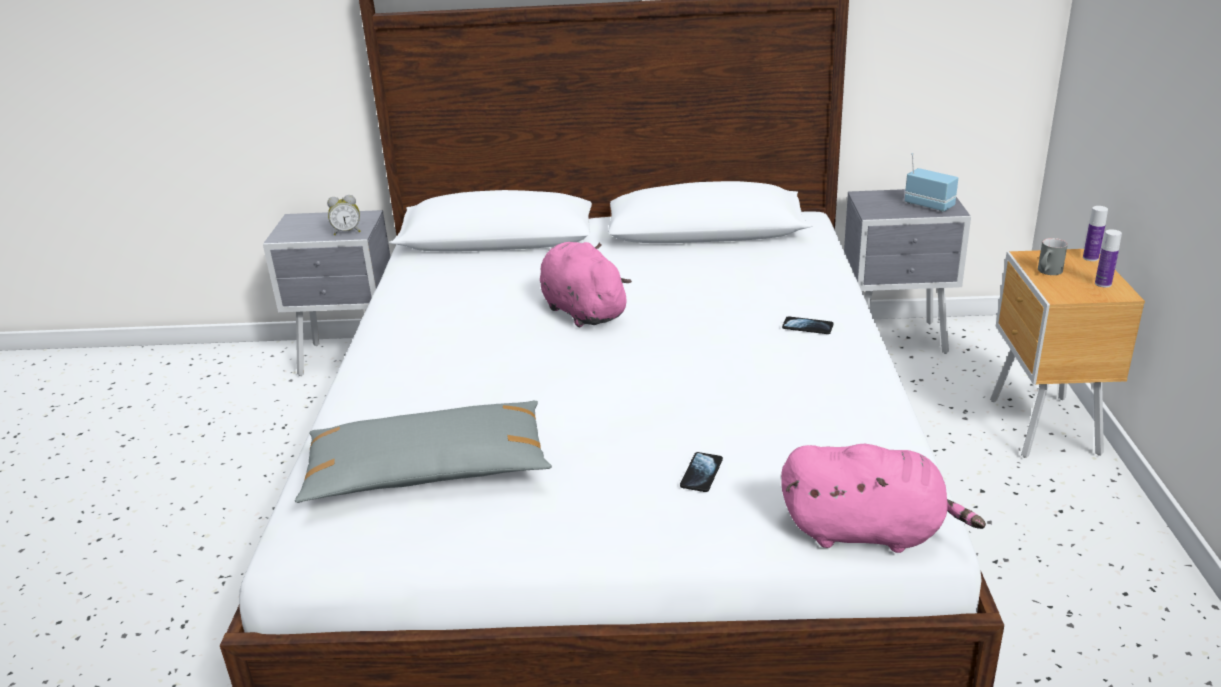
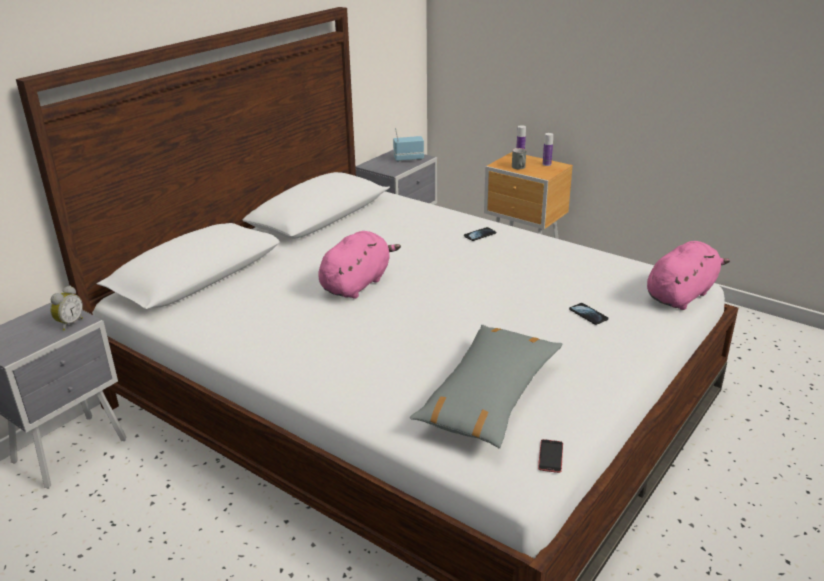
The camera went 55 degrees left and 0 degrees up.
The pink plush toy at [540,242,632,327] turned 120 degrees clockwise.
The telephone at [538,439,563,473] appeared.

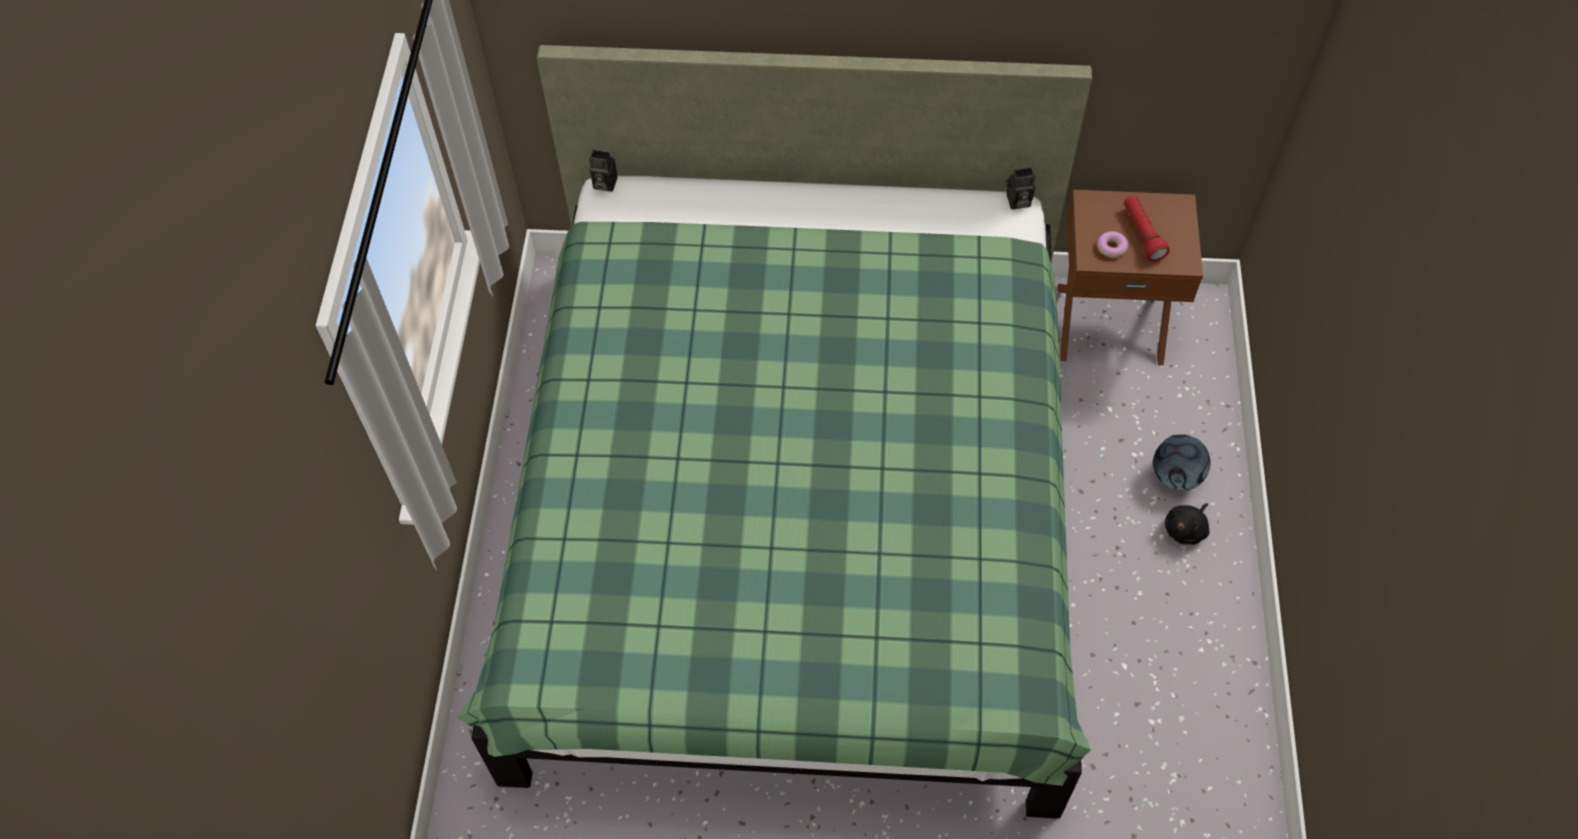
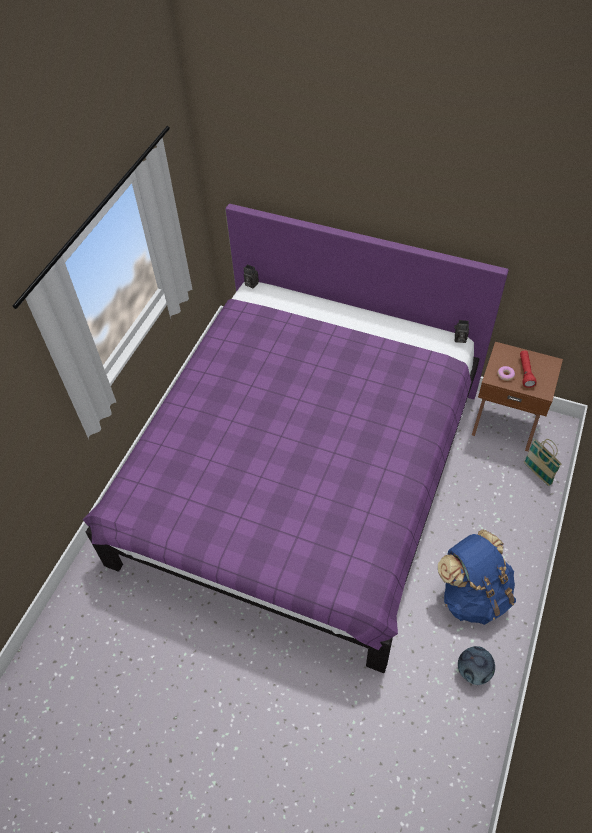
The camera went 20 degrees right and 5 degrees down.
The green bedroom bed at [457,45,1092,819] became the purple-coloured bedroom bed at [83,203,509,673].
The football ball moved from [1153,434,1211,491] to [458,646,495,685].
The black-coloured plush toy at [1165,503,1210,545] disappeared.
The storage basket at [524,439,562,486] appeared.
The blue-coloured backpack at [438,529,516,625] appeared.

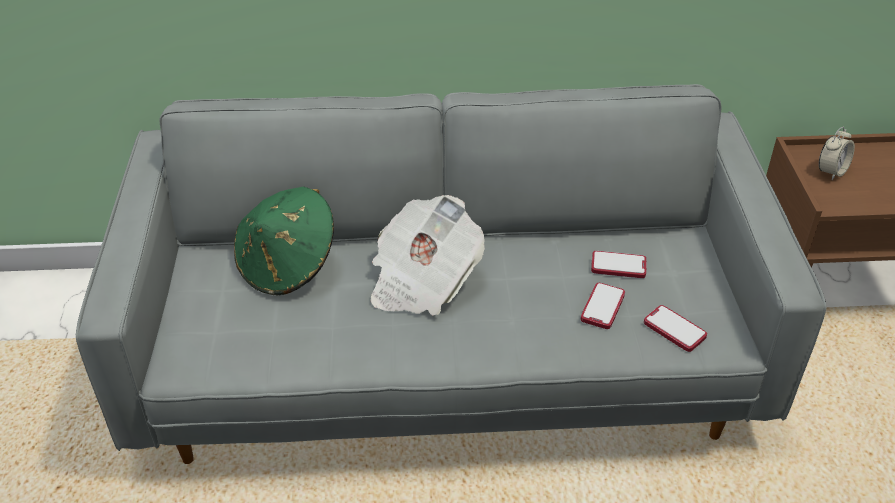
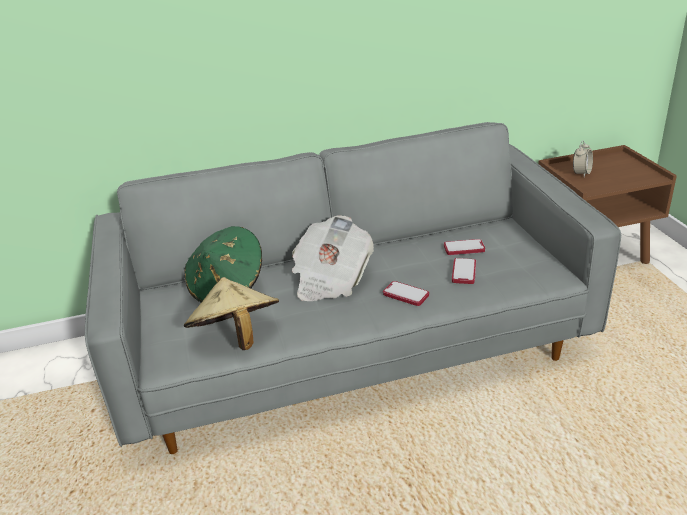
The camera went 10 degrees left and 10 degrees down.
The telephone moved from [644,305,707,352] to [383,281,429,306].
The beige wearable hat at [184,277,279,350] appeared.

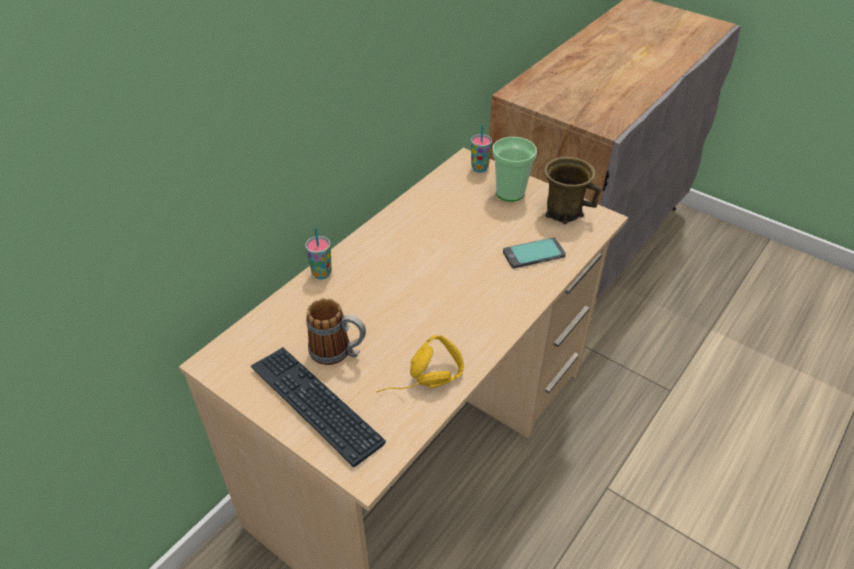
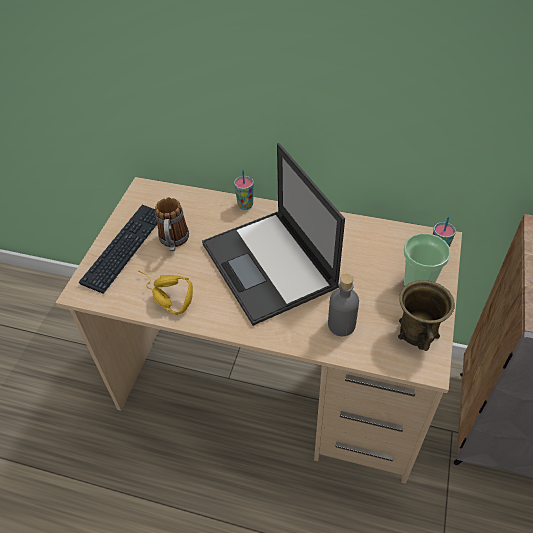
The camera went 70 degrees right and 5 degrees up.
The telephone at [503,238,566,268] was replaced by the gray beverage bottle at [328,274,359,336].
The notebook computer at [202,143,345,326] appeared.

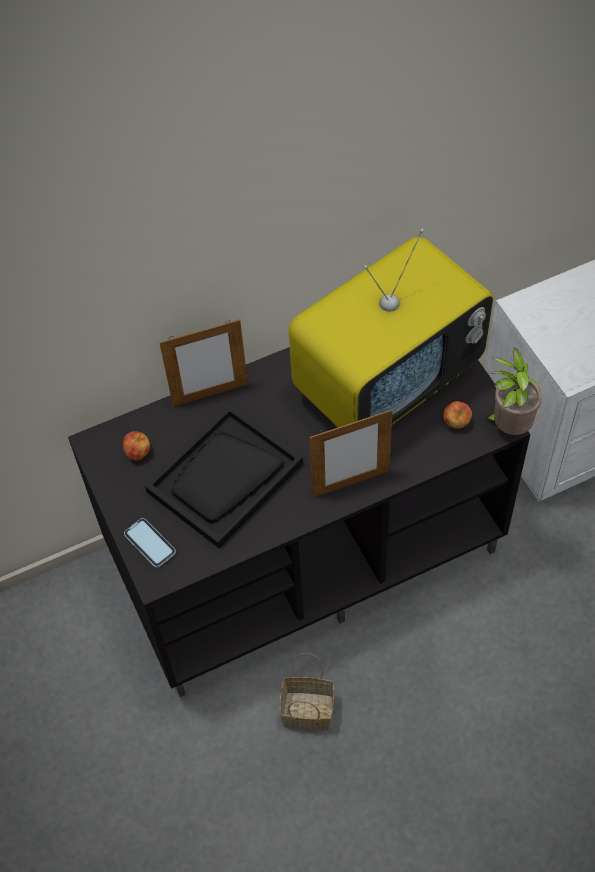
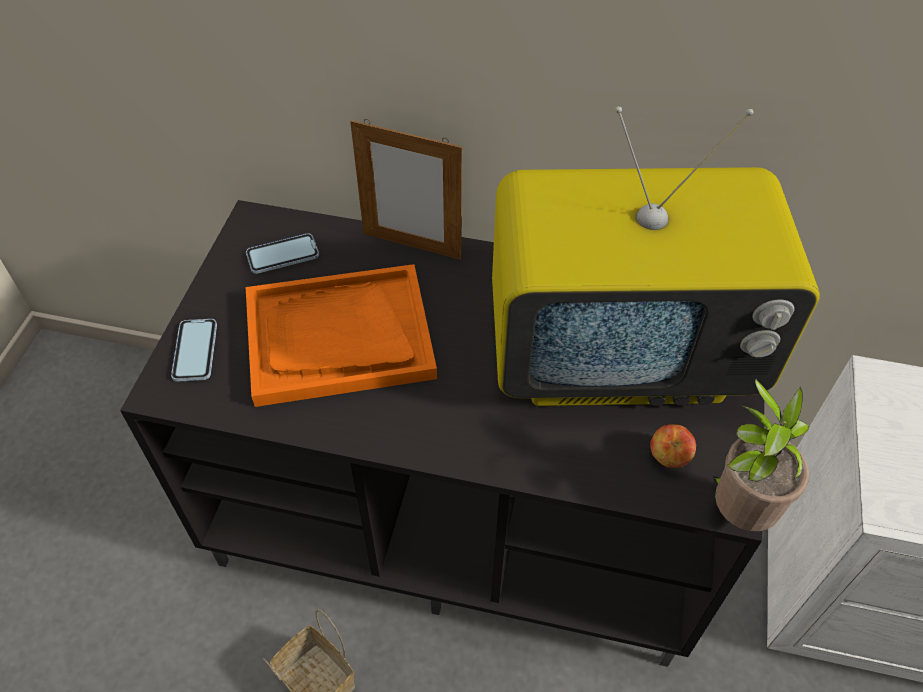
The camera went 35 degrees right and 5 degrees down.
The black-coloured carrying tray at [145,406,303,548] became the orange carrying tray at [246,264,437,407].
The standing frame at [310,409,393,497] disappeared.
The whole apple at [123,431,150,461] was replaced by the telephone at [246,234,319,274].

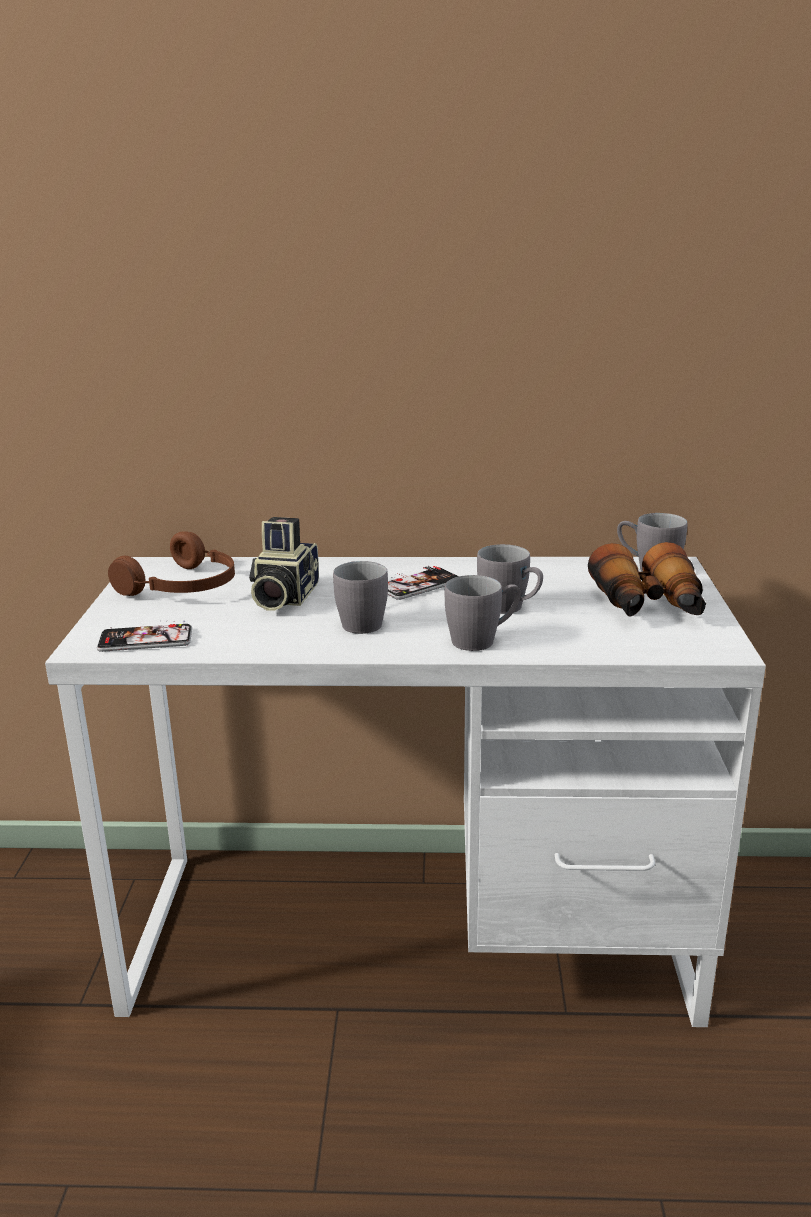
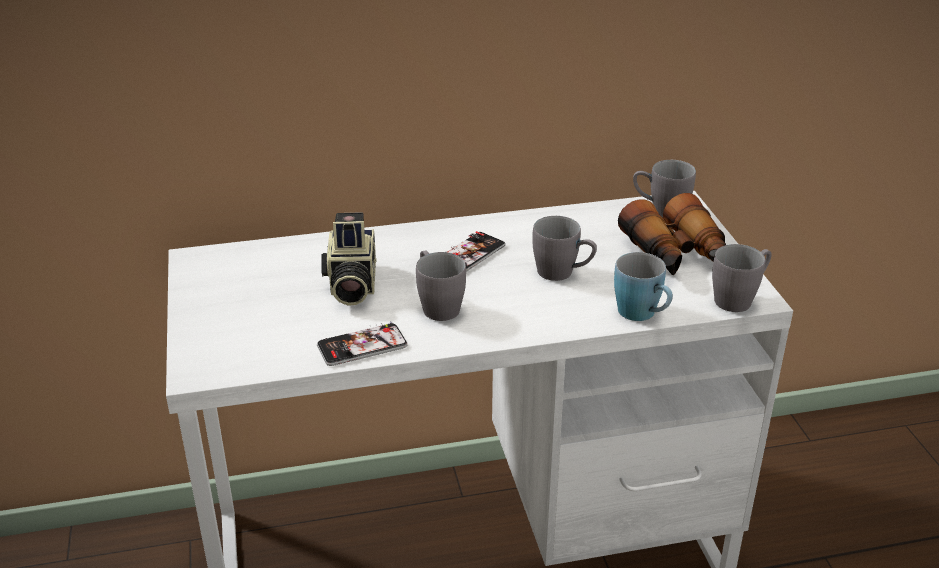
The camera went 15 degrees left and 10 degrees up.
The brownish pair of headphones at [108,531,235,596] disappeared.
The gray coffee mug moved from [445,575,521,651] to [712,244,772,312].
The telephone moved from [97,621,192,652] to [317,321,408,366].
The blue-coloured coffee mug at [614,252,673,321] appeared.

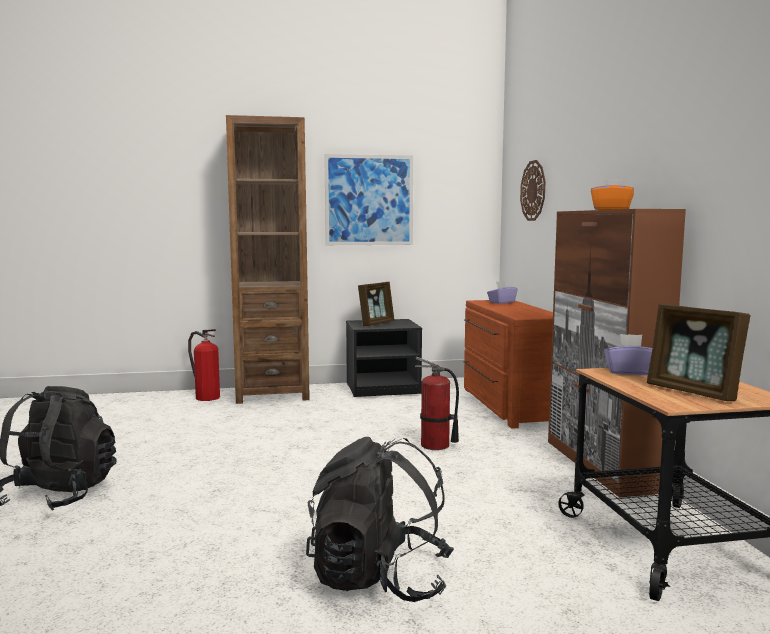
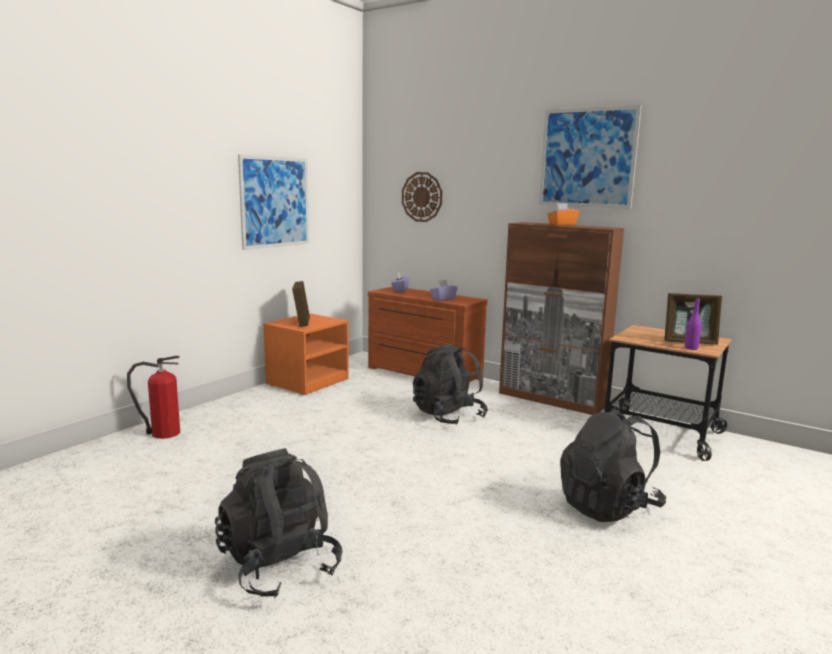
The camera went 45 degrees left and 5 degrees up.
The brownish bookcase at [226,115,310,404] disappeared.
The black-coloured nightstand at [346,319,422,397] became the orange nightstand at [263,313,349,395].
The purple-coloured tissue holder moved from [604,334,653,375] to [430,280,458,301].
The fire extinguisher at [415,356,459,450] was replaced by the black-coloured backpack at [413,344,488,424].
The picture at [539,105,642,209] appeared.
The purple-coloured beverage bottle at [685,298,702,350] appeared.

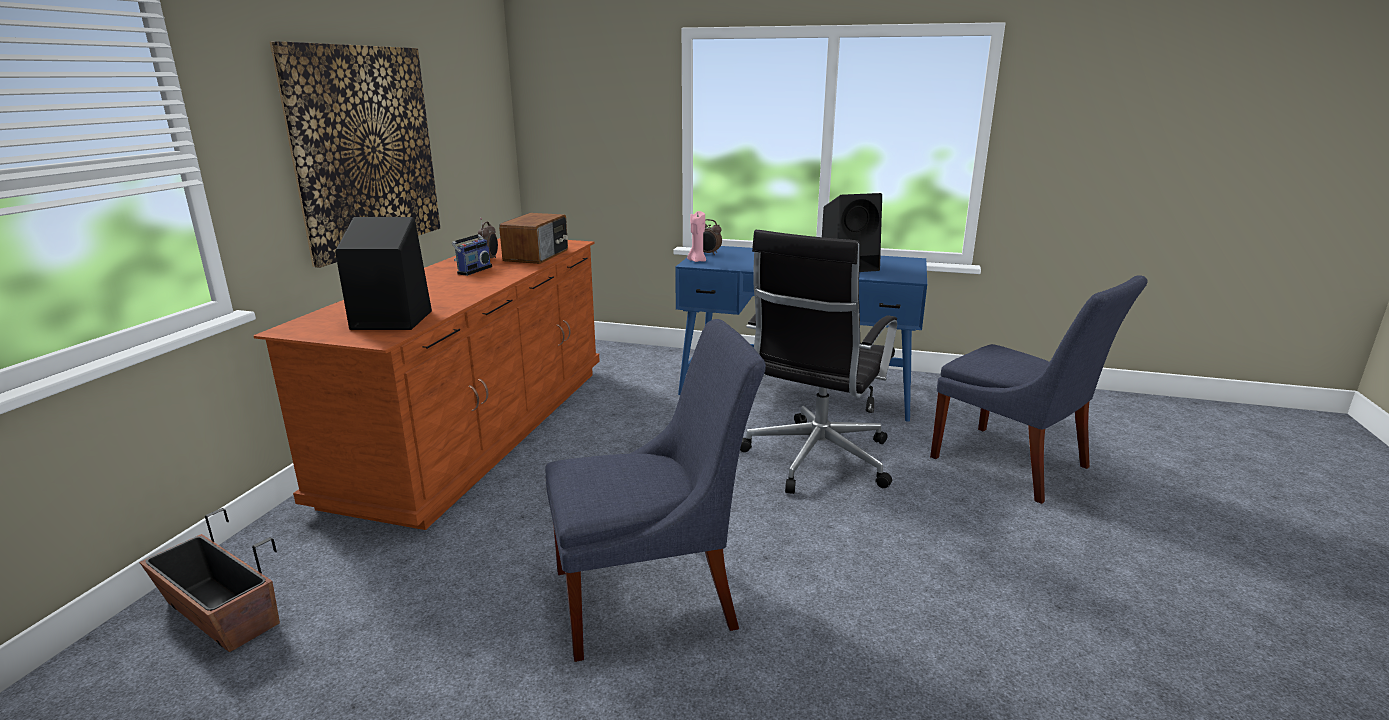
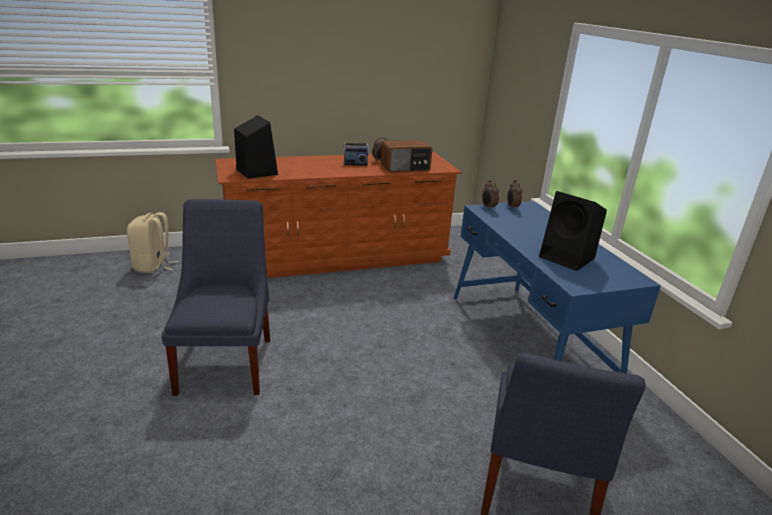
The camera went 55 degrees right and 5 degrees up.
The picture at [270,41,440,268] disappeared.
The pink wax light at [687,211,706,262] was replaced by the table clock at [482,180,499,210].
The black-coloured desk chair at [740,230,897,494] disappeared.
The blue-coloured upright chair at [545,319,766,662] turned 135 degrees counterclockwise.
The flower pot at [139,508,280,652] was replaced by the beige backpack at [127,212,179,273].

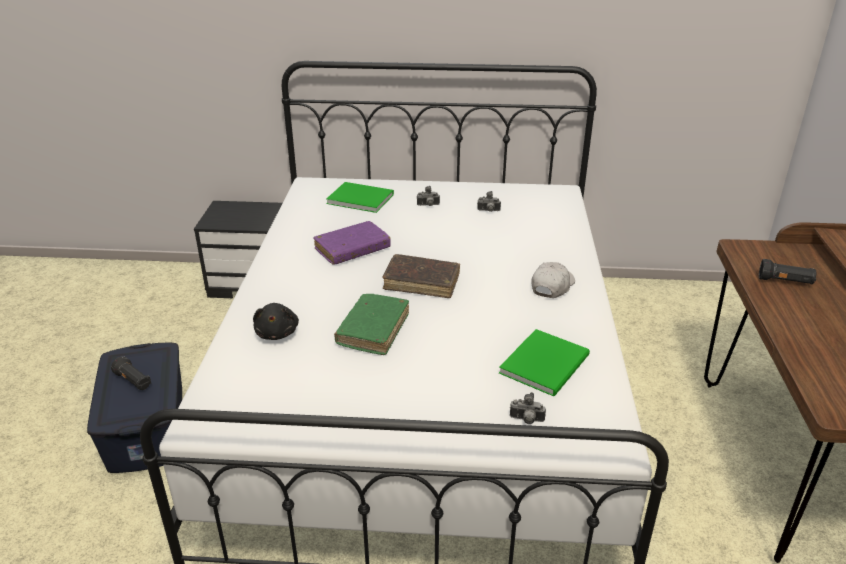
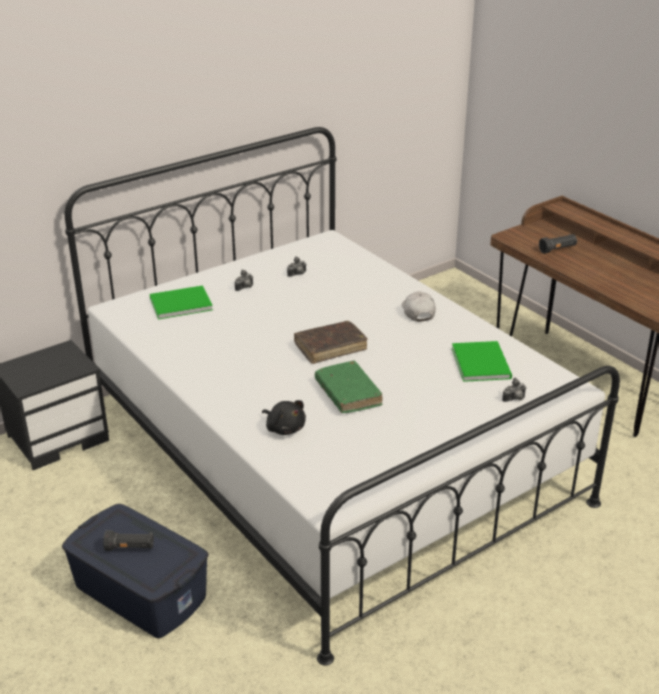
The camera went 40 degrees left and 0 degrees up.
The purple-coloured book at [313,221,391,265] disappeared.

